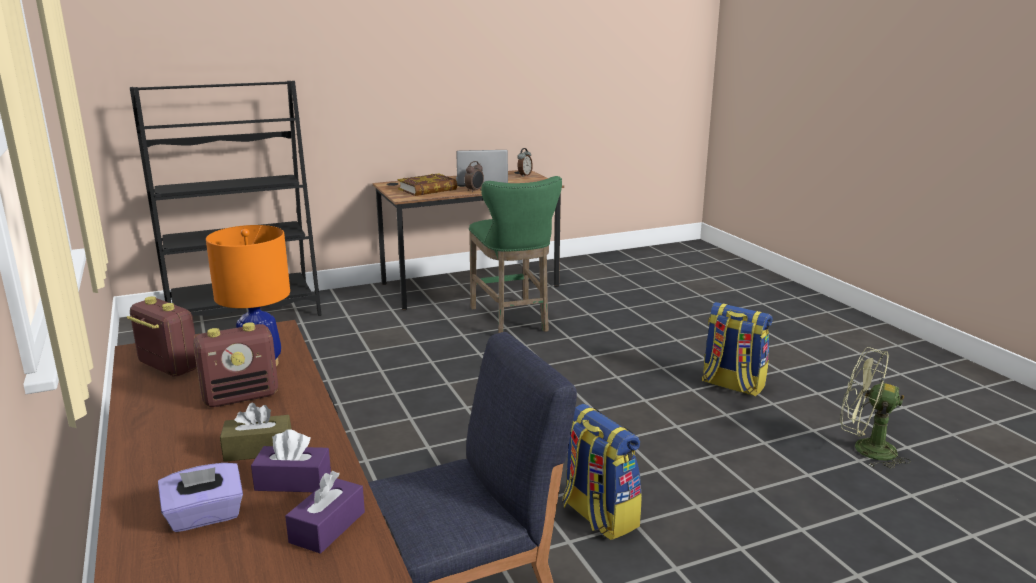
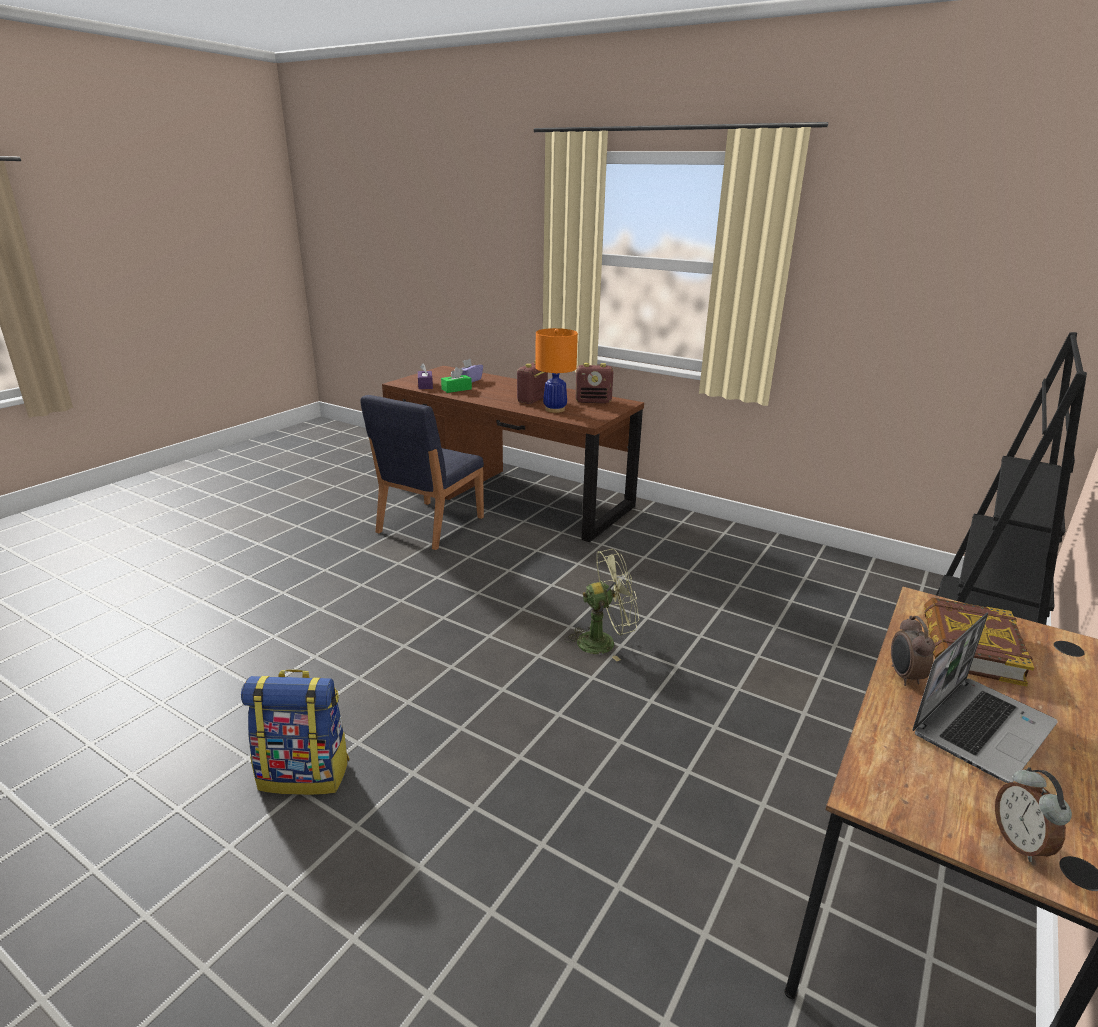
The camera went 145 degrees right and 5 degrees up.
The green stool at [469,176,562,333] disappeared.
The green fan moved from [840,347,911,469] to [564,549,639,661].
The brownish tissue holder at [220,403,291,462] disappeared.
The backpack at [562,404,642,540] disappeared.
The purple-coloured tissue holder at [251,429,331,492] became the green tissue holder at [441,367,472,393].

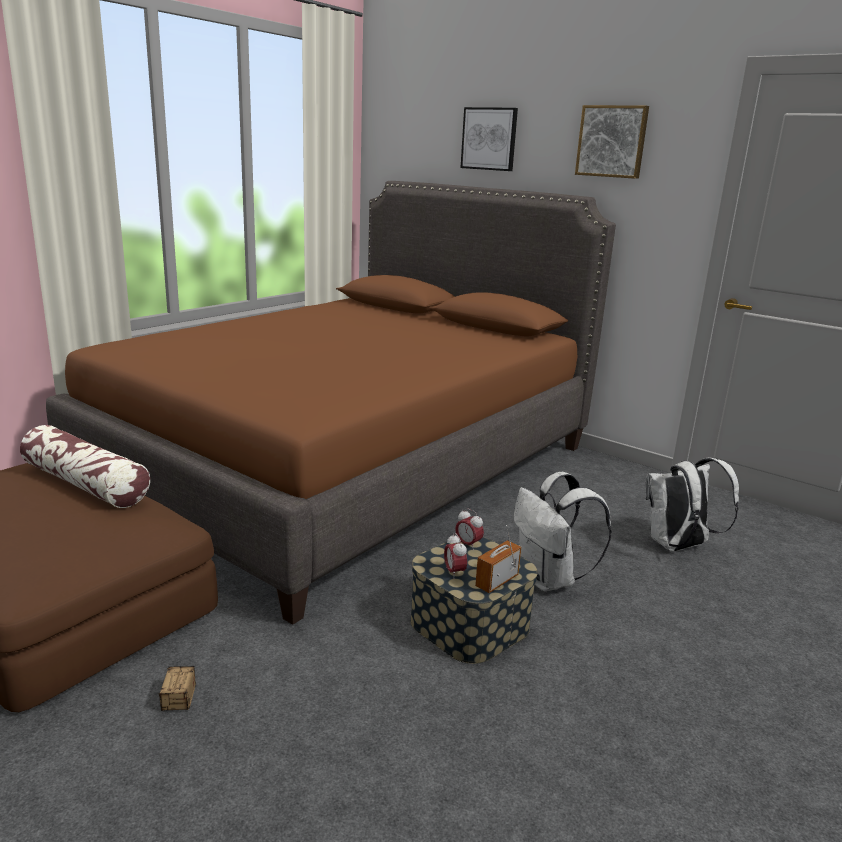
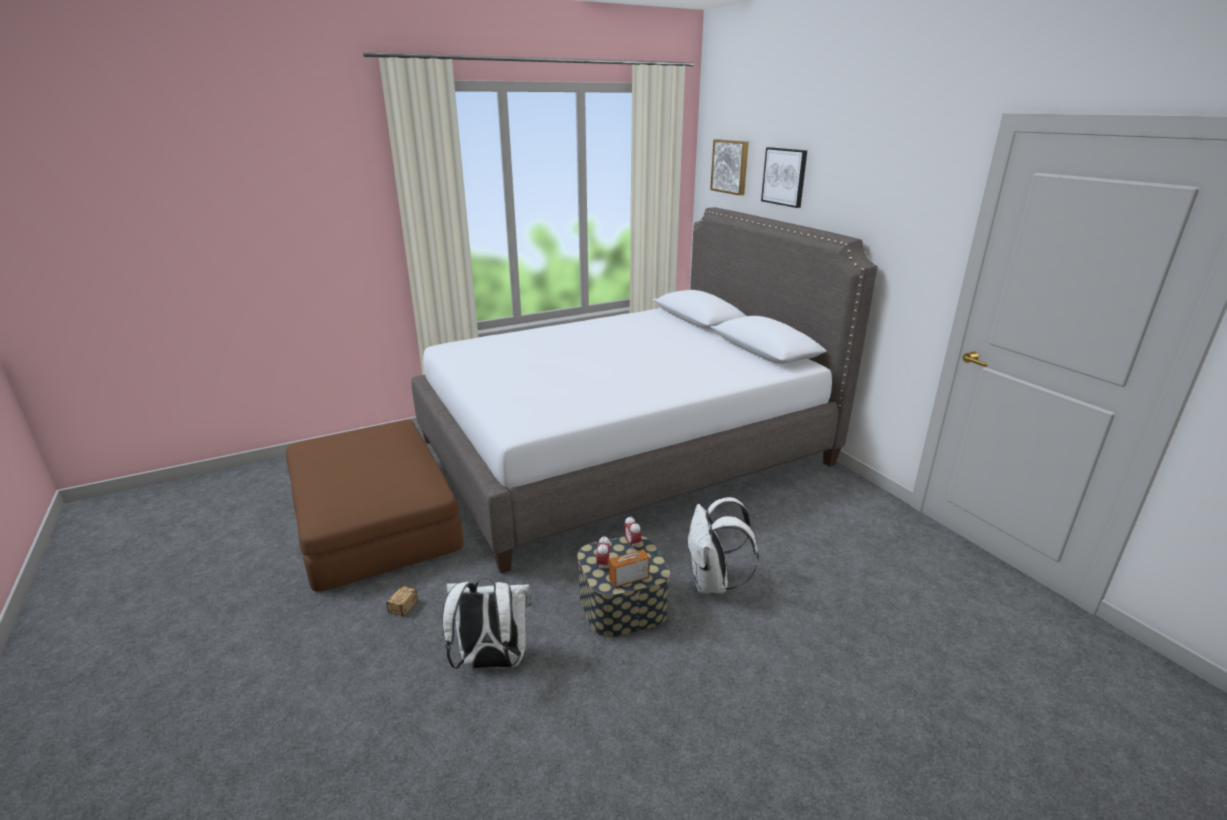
The camera went 25 degrees right and 5 degrees up.
The picture moved from [575,105,649,179] to [710,139,749,195].
The brownish bedroom bed at [46,181,616,625] became the gray bedroom bed at [411,207,878,573].
The pillow at [20,425,150,508] disappeared.
The white backpack moved from [646,457,739,552] to [442,578,532,669].

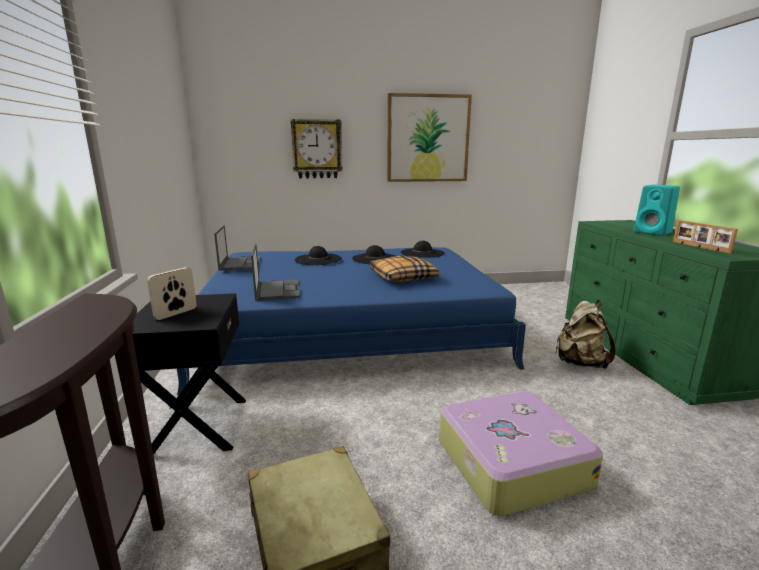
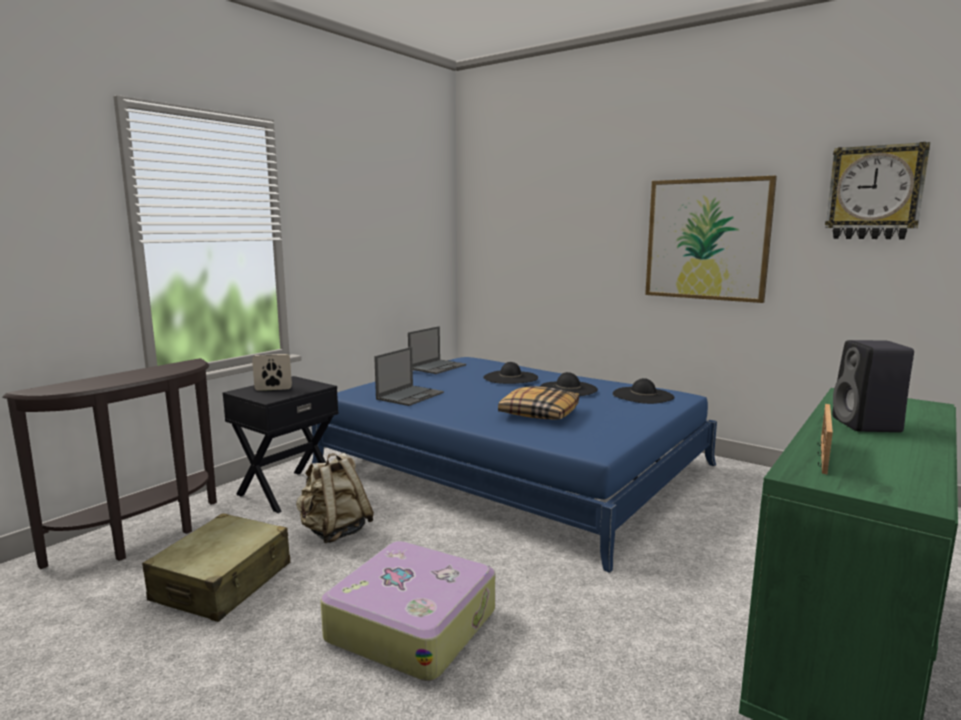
The camera went 45 degrees right and 5 degrees down.
The wall clock moved from [290,119,343,178] to [825,142,930,240].
The turquoise audio speaker at [634,185,680,236] became the black-coloured audio speaker at [832,340,914,432].
The beige backpack moved from [556,300,616,369] to [296,453,374,543].

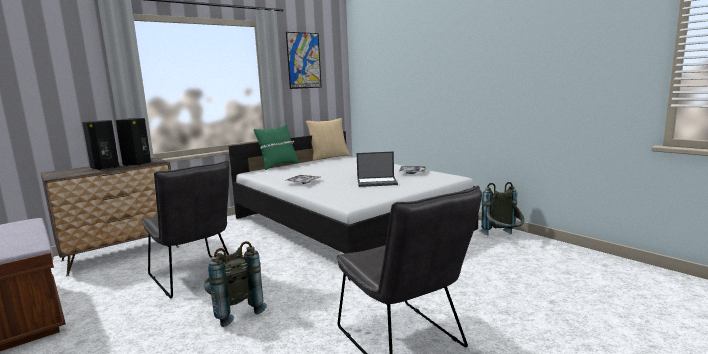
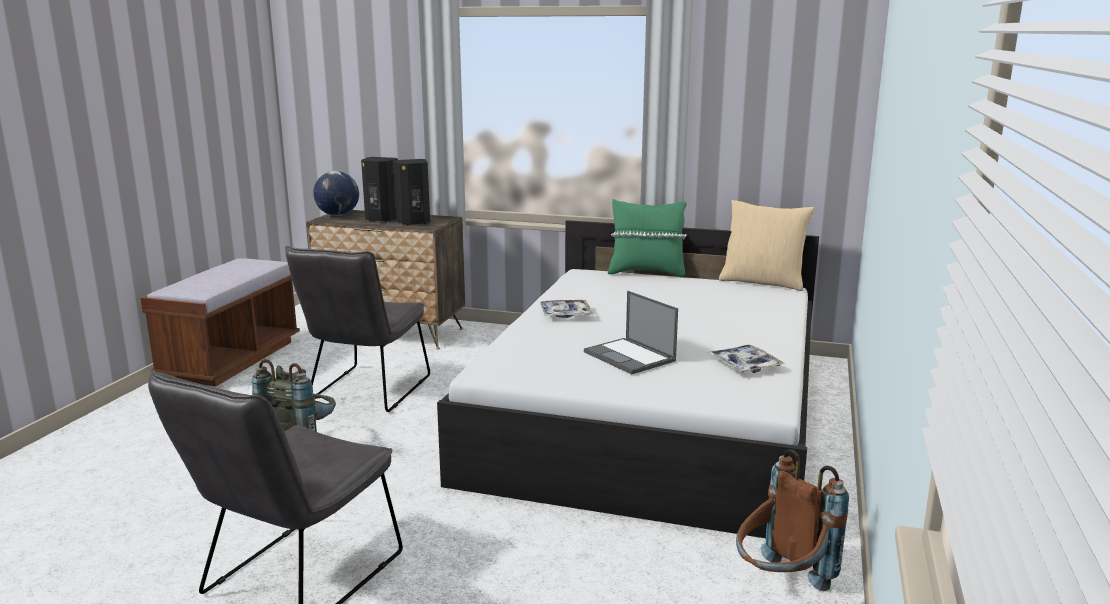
The camera went 55 degrees right and 5 degrees up.
The picture at [286,32,322,89] disappeared.
The gray backpack at [479,182,524,235] became the brownish backpack at [736,449,849,591].
The globe at [313,171,359,216] appeared.

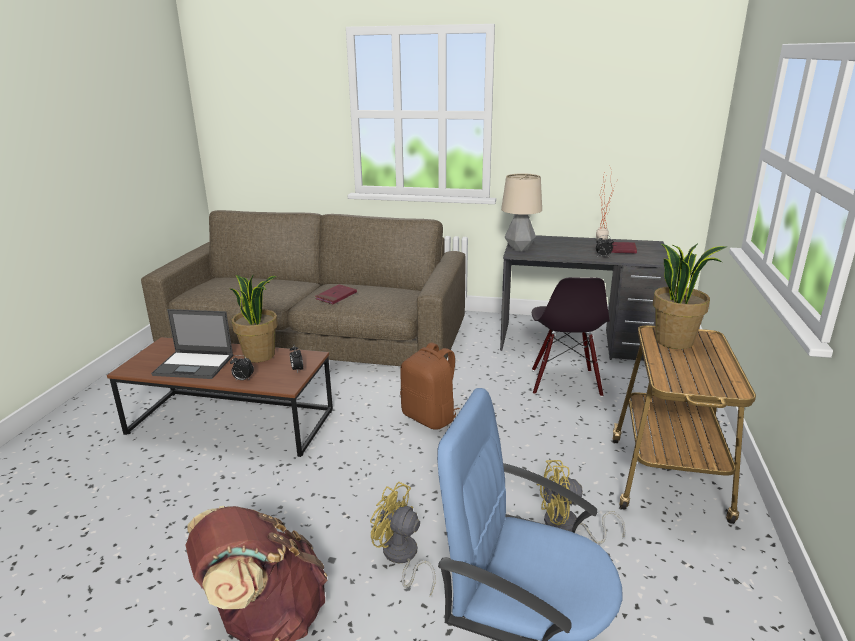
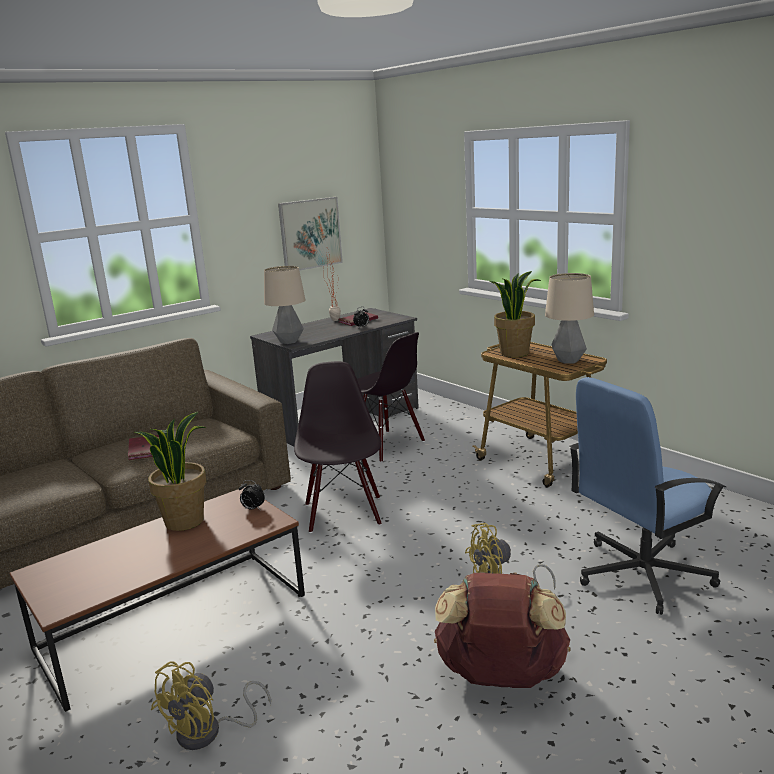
The camera went 50 degrees left and 5 degrees down.
The notebook computer at [151,309,233,379] disappeared.
The brownish backpack at [400,343,460,430] was replaced by the black-coloured upright chair at [294,361,382,533].
The table clock at [230,355,254,380] disappeared.
The yellowish fan moved from [537,460,625,544] to [151,661,271,750].
The picture at [278,197,343,271] appeared.
The lamp for a table at [545,273,594,364] appeared.

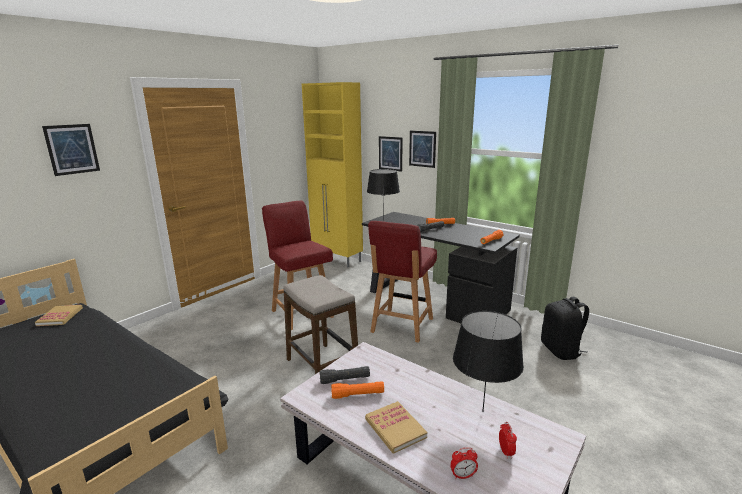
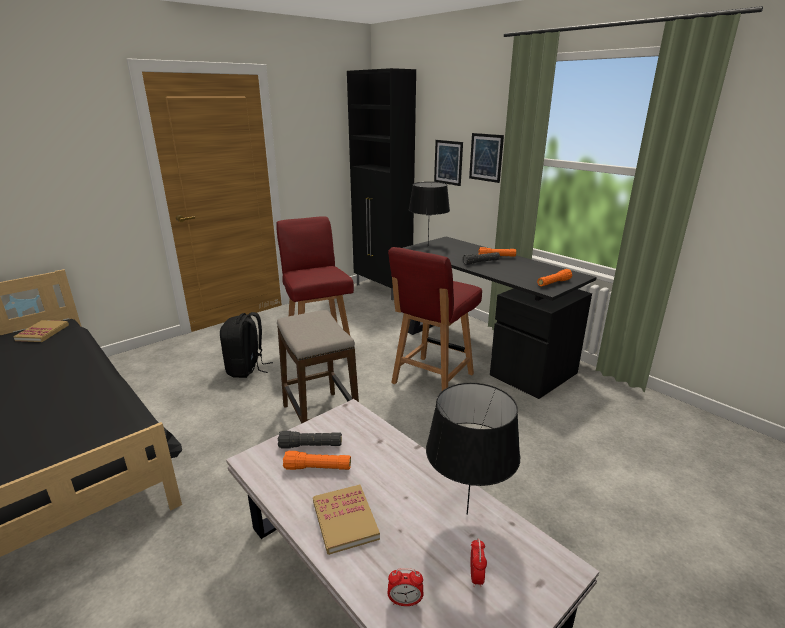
The camera went 10 degrees right and 5 degrees up.
The yellowish cabinet at [302,82,363,268] became the black-coloured cabinet at [347,68,416,300].
The picture at [42,124,100,176] disappeared.
The black-coloured backpack moved from [541,297,589,360] to [220,312,273,378].

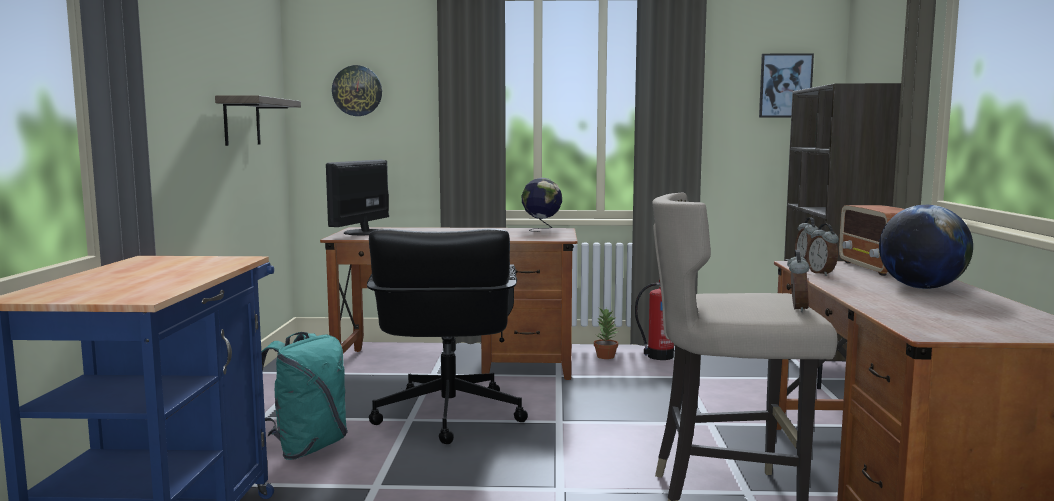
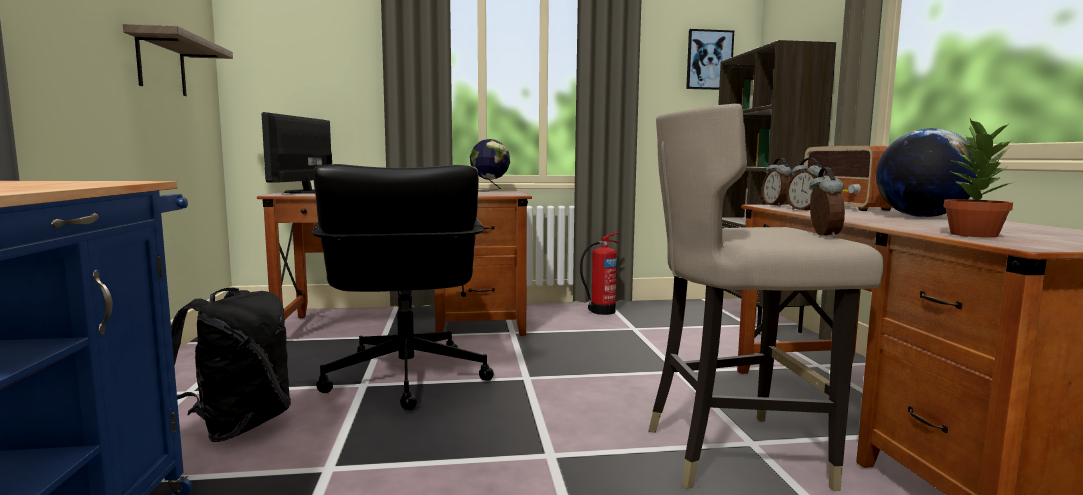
The camera went 10 degrees left and 0 degrees up.
The wall clock at [332,65,382,116] disappeared.
The potted plant moved from [594,308,619,359] to [944,119,1016,238].
The turquoise backpack at [261,332,347,460] became the black-coloured backpack at [171,287,291,442].

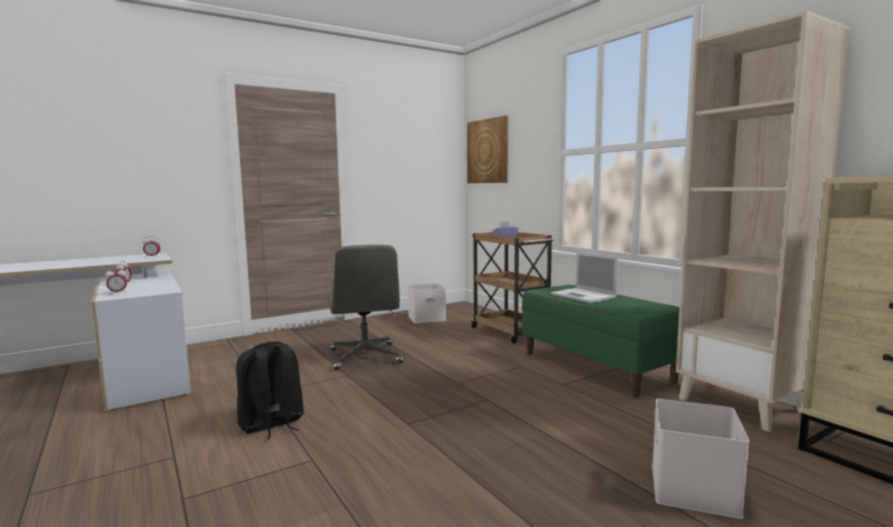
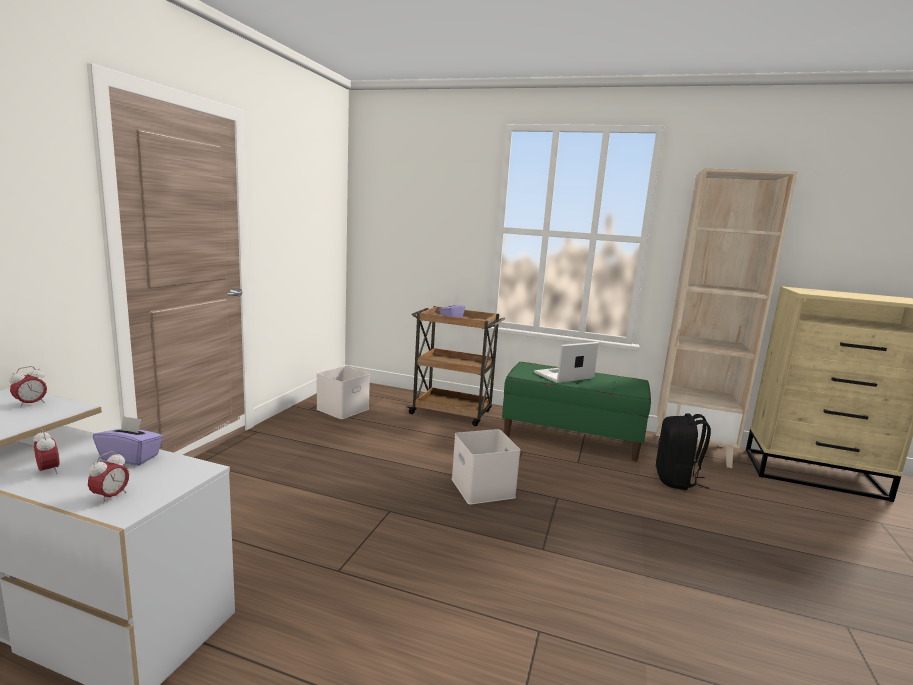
The camera went 40 degrees left and 5 degrees up.
The picture at [467,116,508,183] disappeared.
The gray desk chair at [329,245,404,370] disappeared.
The notebook computer at [551,252,619,303] turned 135 degrees clockwise.
The black-coloured backpack moved from [236,342,304,440] to [656,414,711,490].
The white storage box moved from [652,399,750,519] to [452,429,521,505].
The purple-coloured tissue holder at [93,416,163,465] appeared.

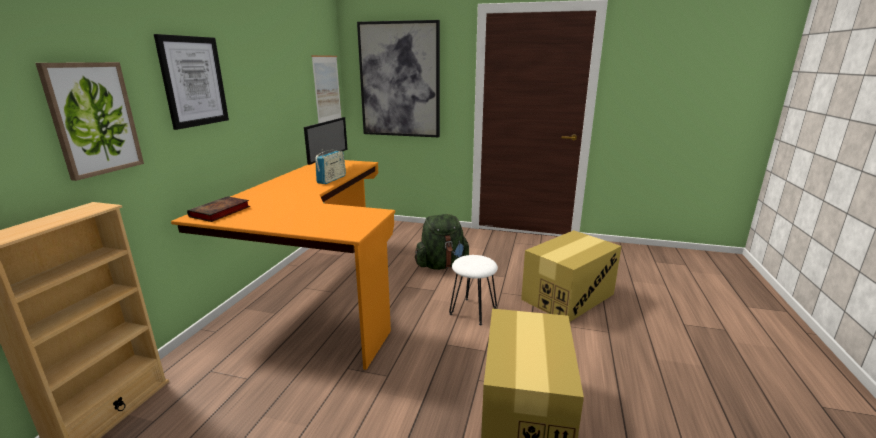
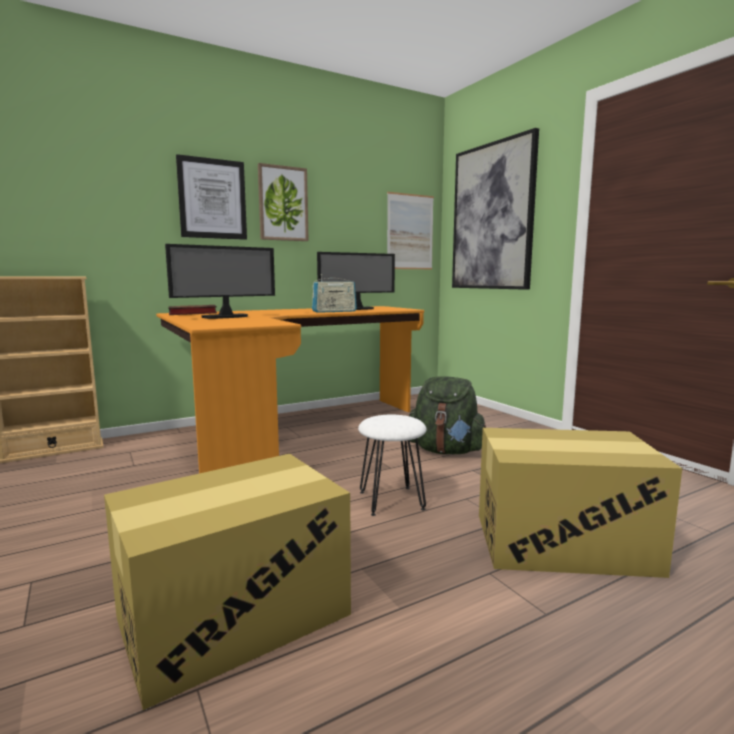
The camera went 45 degrees right and 10 degrees down.
The picture moved from [36,62,144,181] to [258,163,309,241].
The monitor at [165,244,275,319] appeared.

